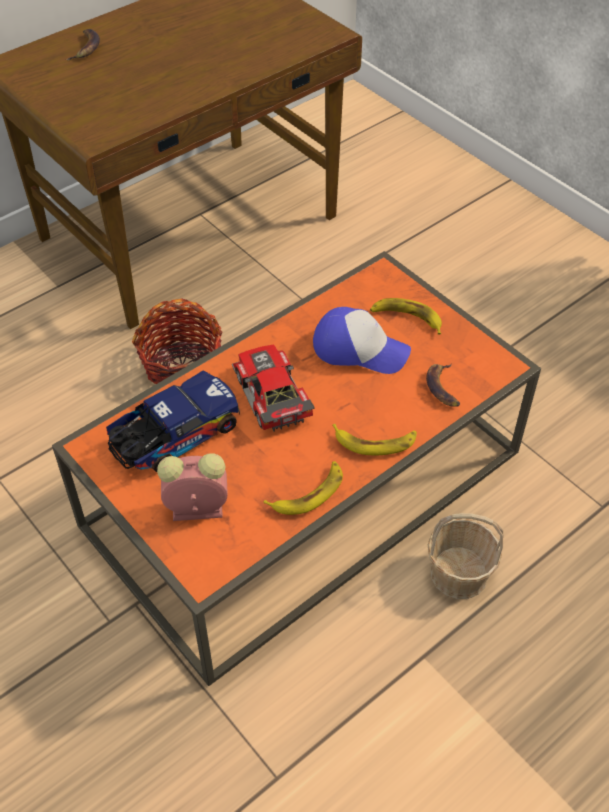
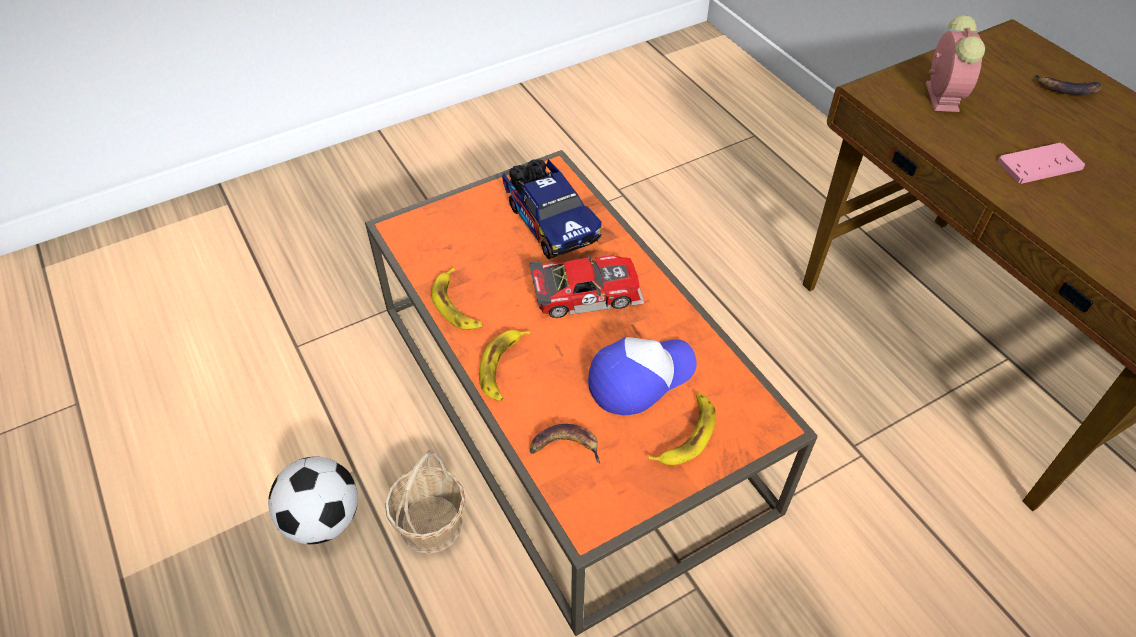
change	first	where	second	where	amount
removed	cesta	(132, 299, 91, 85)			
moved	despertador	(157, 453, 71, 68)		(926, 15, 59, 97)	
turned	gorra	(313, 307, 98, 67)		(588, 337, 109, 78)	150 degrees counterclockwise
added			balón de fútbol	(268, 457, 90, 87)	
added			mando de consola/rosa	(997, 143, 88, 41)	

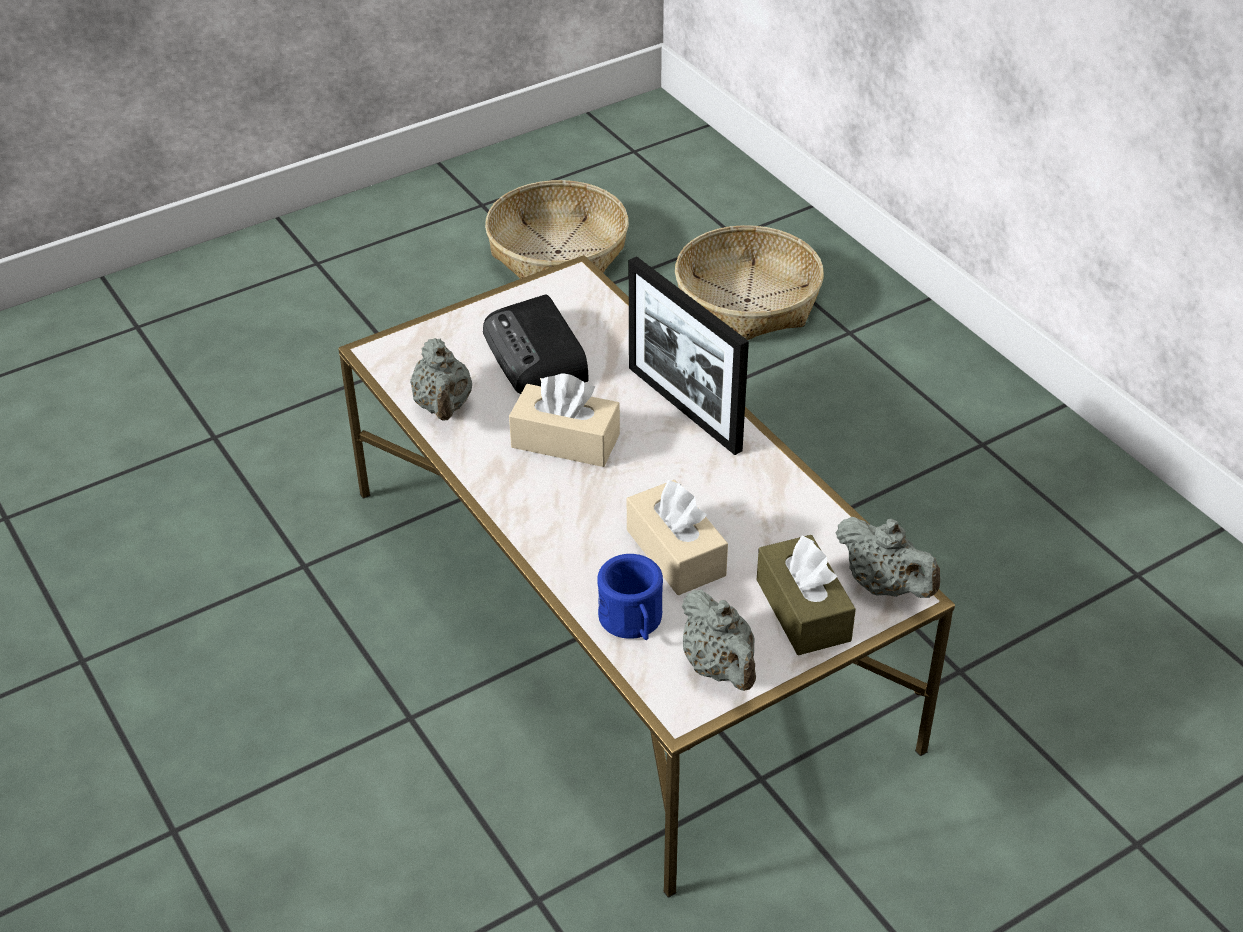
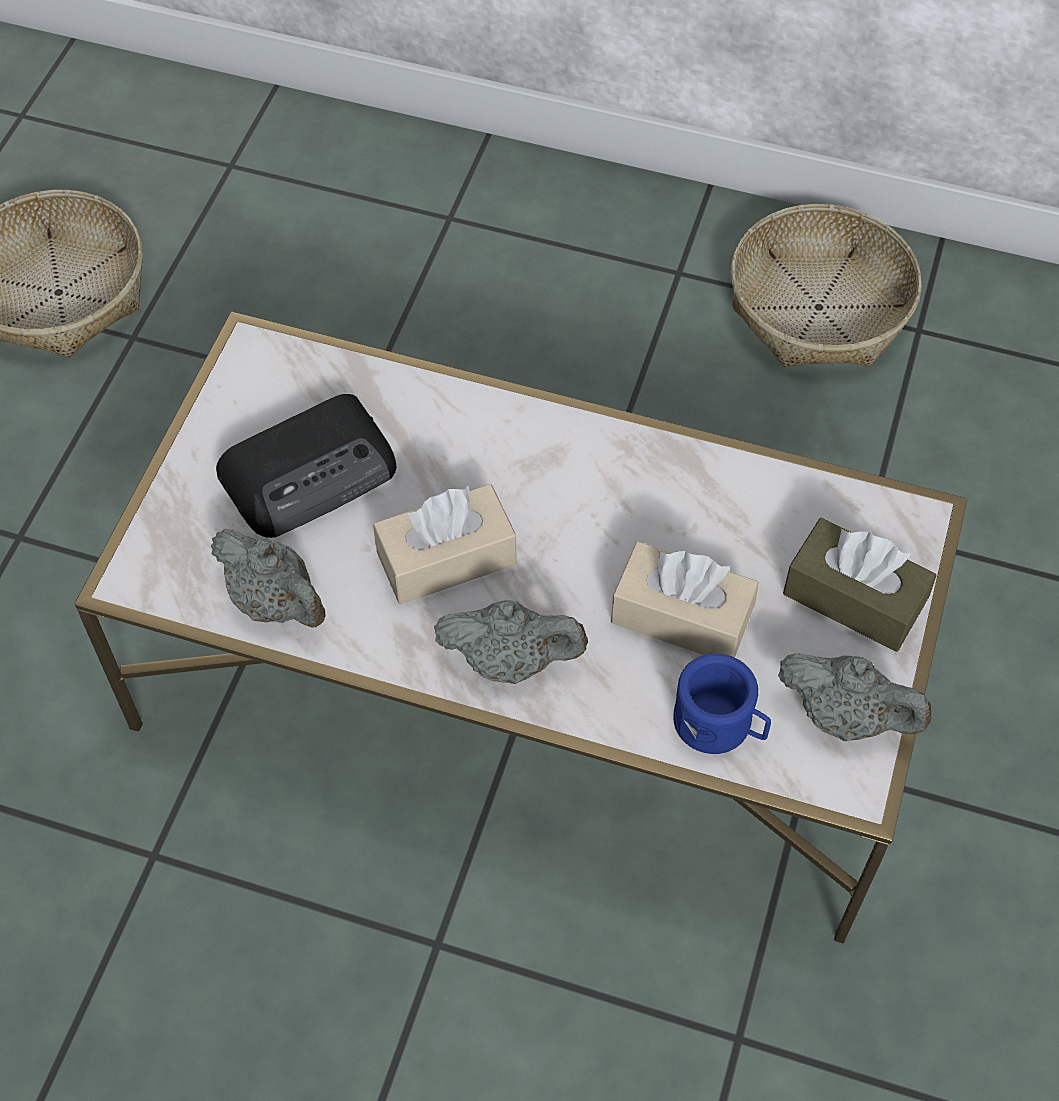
change	first	where	second	where	amount
turned	radio	(483, 294, 106, 100)		(216, 394, 181, 144)	60 degrees counterclockwise
removed	portarretratos	(629, 256, 120, 199)			
moved	cesta	(675, 225, 149, 115)		(731, 204, 191, 163)	
moved	tetera/gris	(835, 517, 105, 81)		(434, 600, 154, 84)	

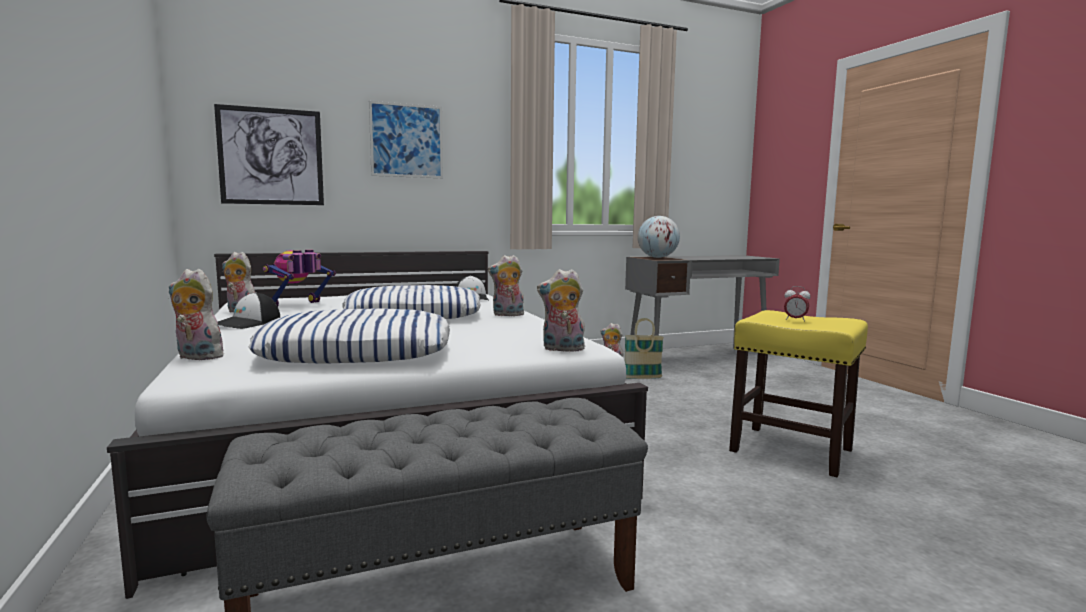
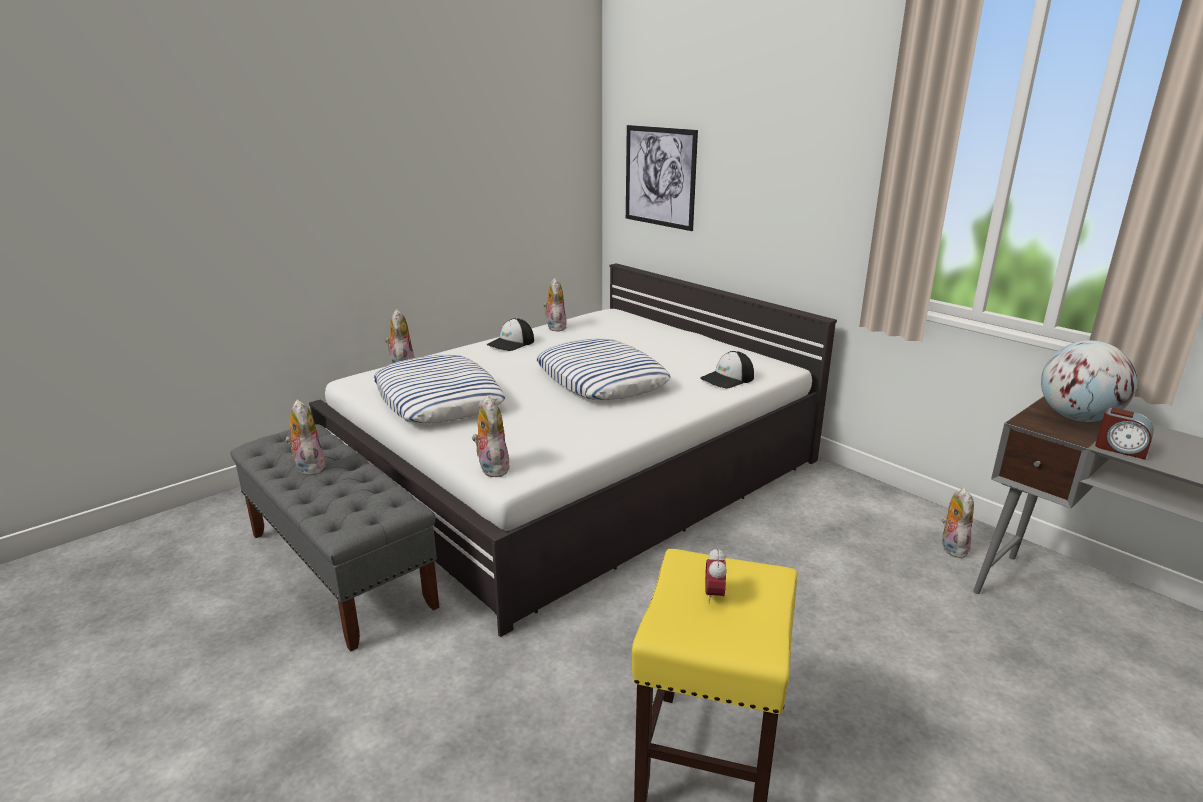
change	first	where	second	where	amount
turned	gorra	(218, 292, 62, 37)		(487, 318, 47, 33)	60 degrees counterclockwise
removed	robot de juguete	(263, 250, 73, 56)			
removed	cuadro	(369, 101, 74, 77)			
moved	peluche	(488, 255, 36, 61)		(285, 399, 41, 76)	
removed	cesta	(625, 318, 39, 61)			
added			despertador	(1095, 407, 59, 53)	

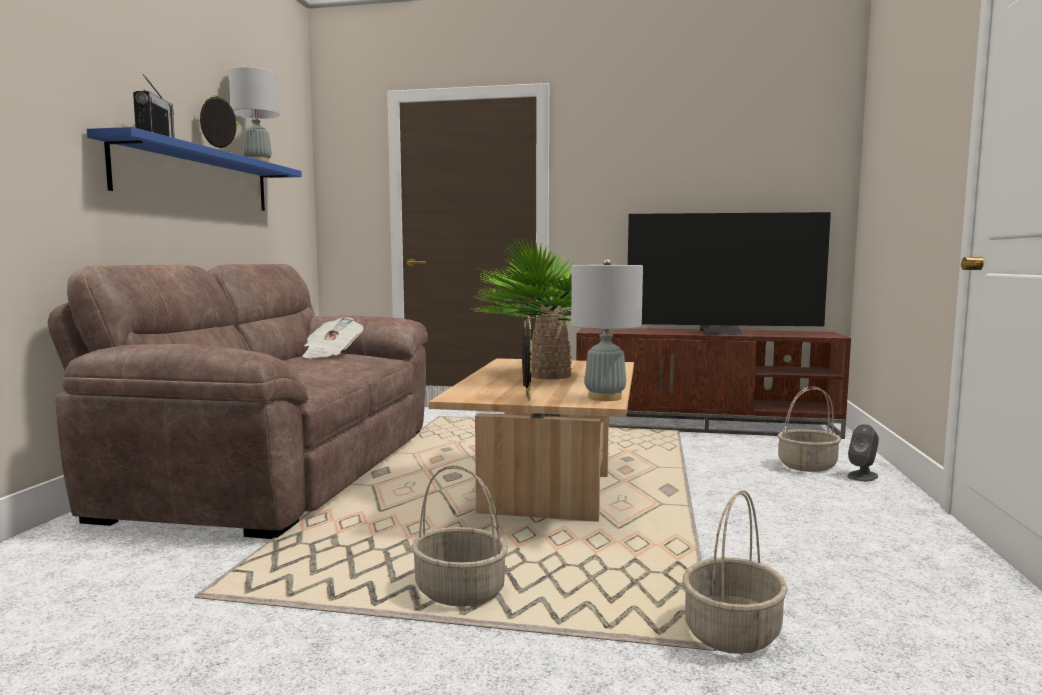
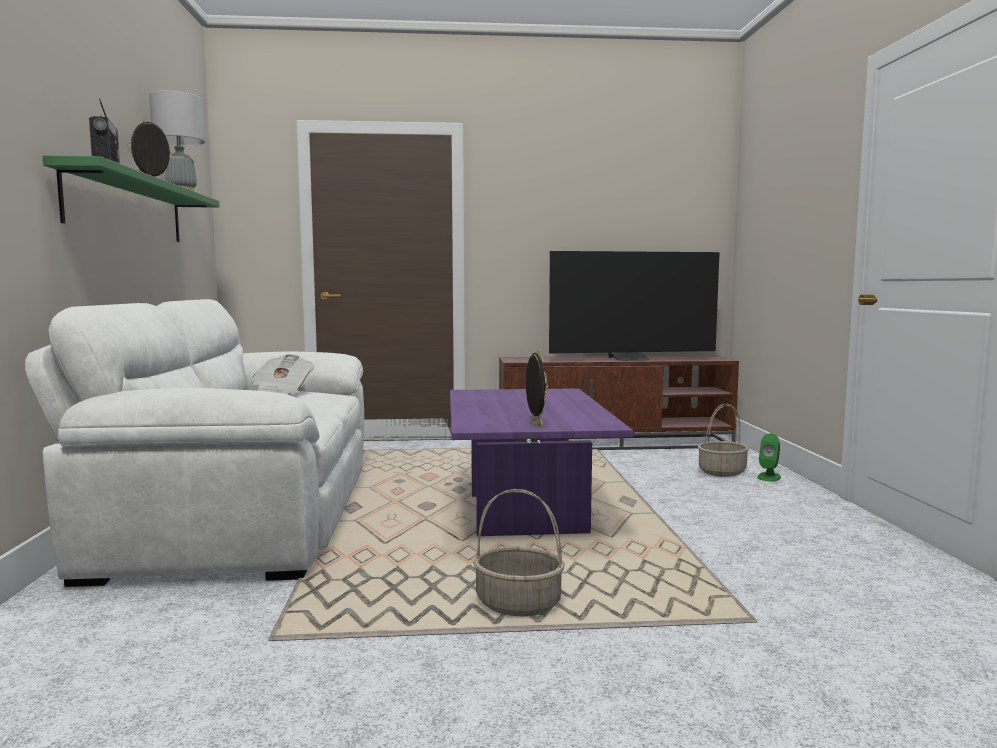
change	first	where	second	where	amount
recoloured	sofá/marrón	(47, 264, 381, 275)	sofá/blanco	(25, 299, 339, 288)	
recoloured	estante/azul	(87, 127, 215, 84)	estante/verde	(43, 155, 176, 87)	
recoloured	mesa de centro/beis	(429, 358, 205, 164)	mesa de centro/morado	(450, 388, 183, 148)	
removed	planta en maceta	(470, 238, 132, 141)			
removed	lámpara de mesa/gris	(571, 259, 72, 142)			
removed	cesta	(683, 490, 105, 164)			
recoloured	altavoz/gris	(847, 424, 32, 58)	altavoz/verde	(758, 433, 23, 49)	

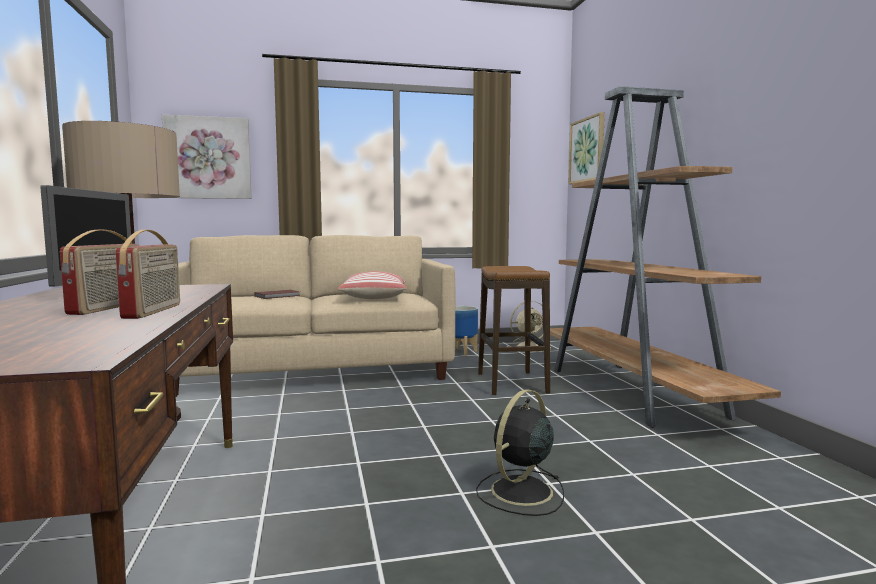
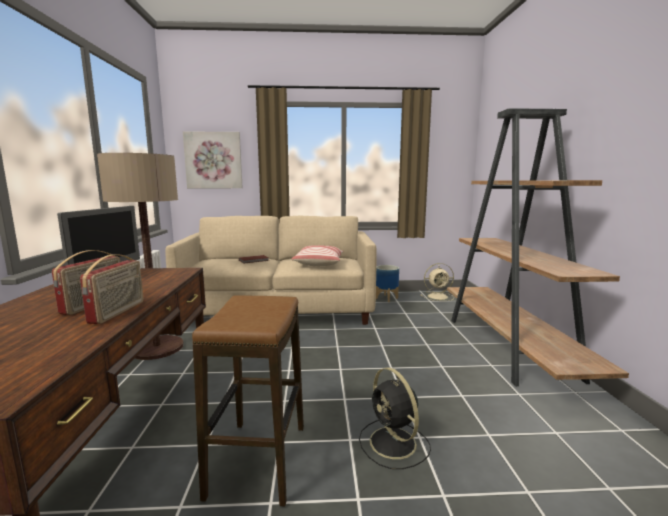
change	first	where	second	where	amount
turned	ventilador/negro	(476, 389, 88, 127)		(359, 367, 72, 102)	75 degrees counterclockwise
moved	taburete	(478, 266, 72, 130)		(192, 296, 112, 210)	
removed	cuadro	(568, 112, 37, 72)			

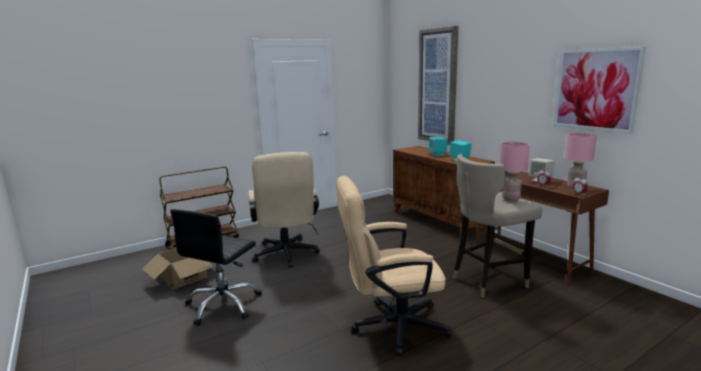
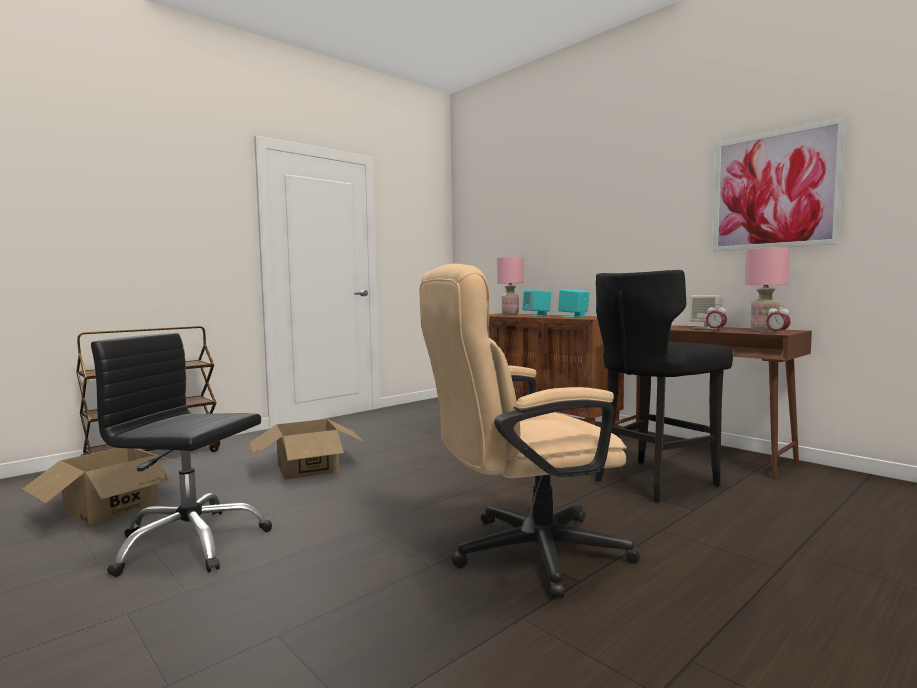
change	first	where	second	where	amount
turned	silla de oficina/negro	(170, 209, 92, 117)		(91, 333, 181, 244)	90 degrees clockwise
replaced	silla de oficina/beis	(248, 152, 72, 116)	caja de cartón	(250, 419, 114, 61)	
removed	cuadro	(418, 26, 40, 119)			
recoloured	taburete/beis	(452, 154, 90, 144)	taburete/negro	(595, 270, 138, 233)	
moved	lámpara de mesa/rosa	(500, 142, 30, 60)		(497, 257, 27, 58)	

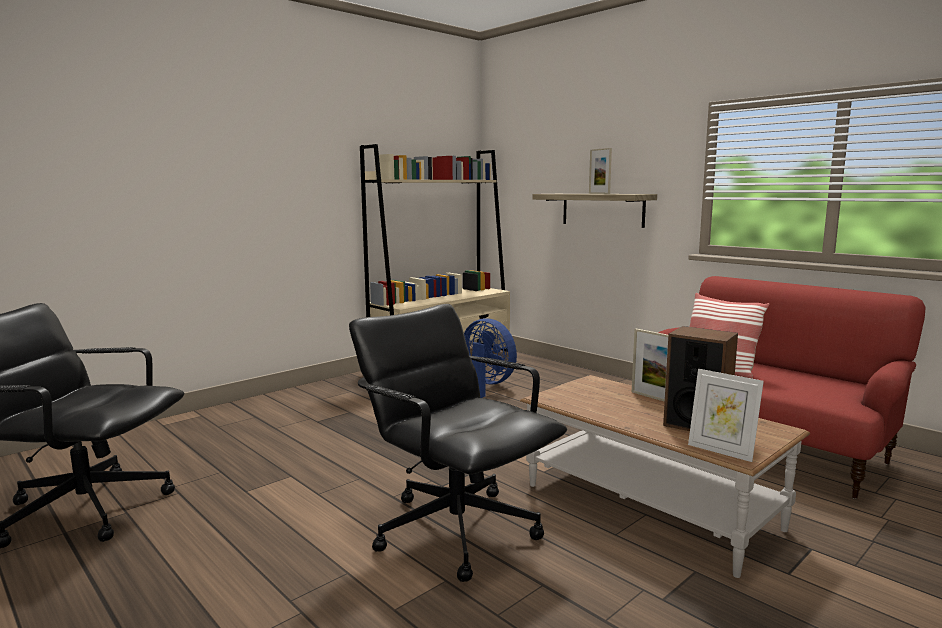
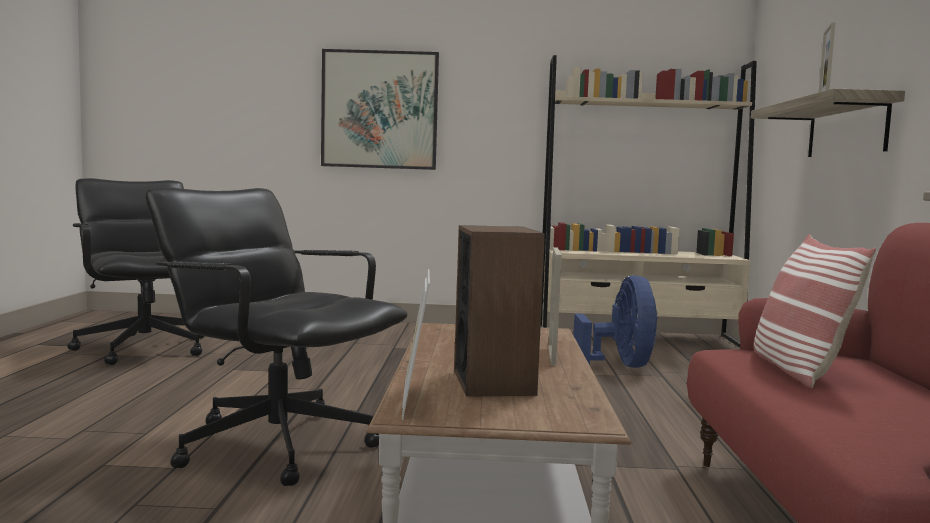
change	first	where	second	where	amount
turned	silla de oficina/negro	(349, 304, 218, 278)		(145, 187, 263, 299)	60 degrees counterclockwise
added			cuadro	(321, 49, 118, 121)	

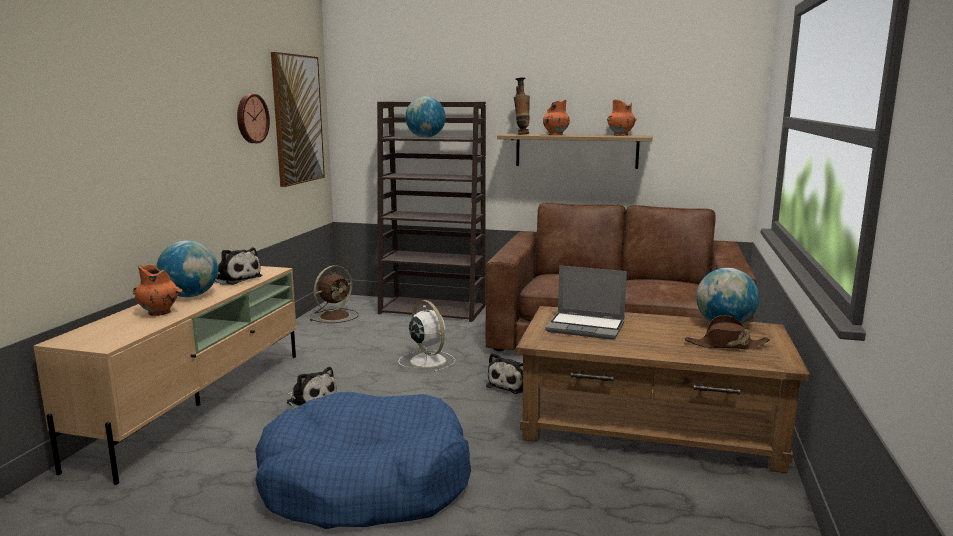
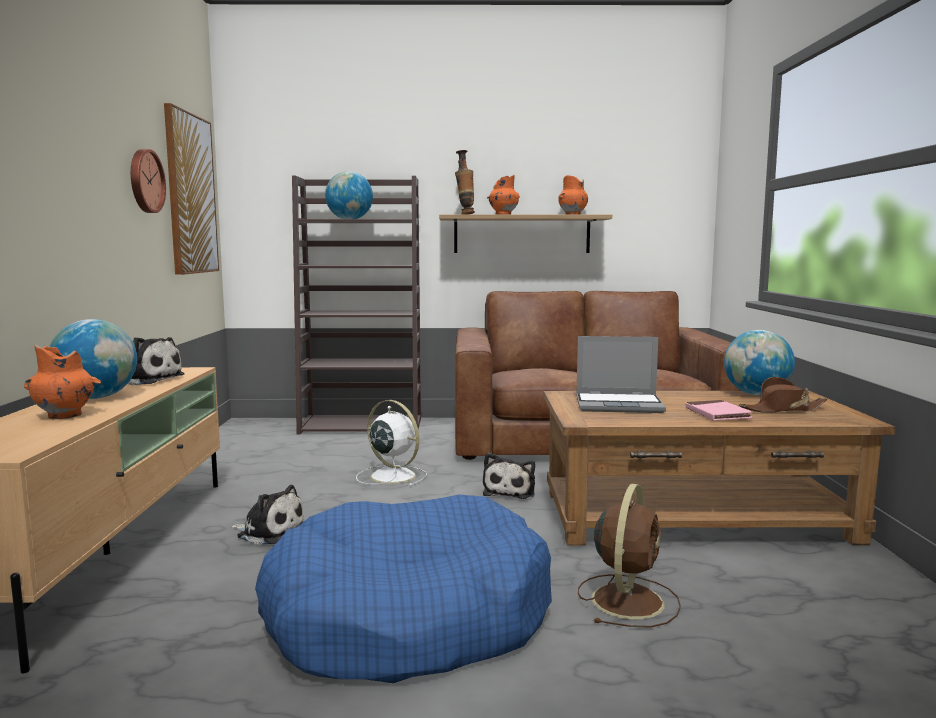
change	first	where	second	where	amount
moved	ventilador/marrón	(310, 265, 49, 58)		(578, 484, 103, 144)	
added			libro/rosa	(686, 400, 67, 21)	

